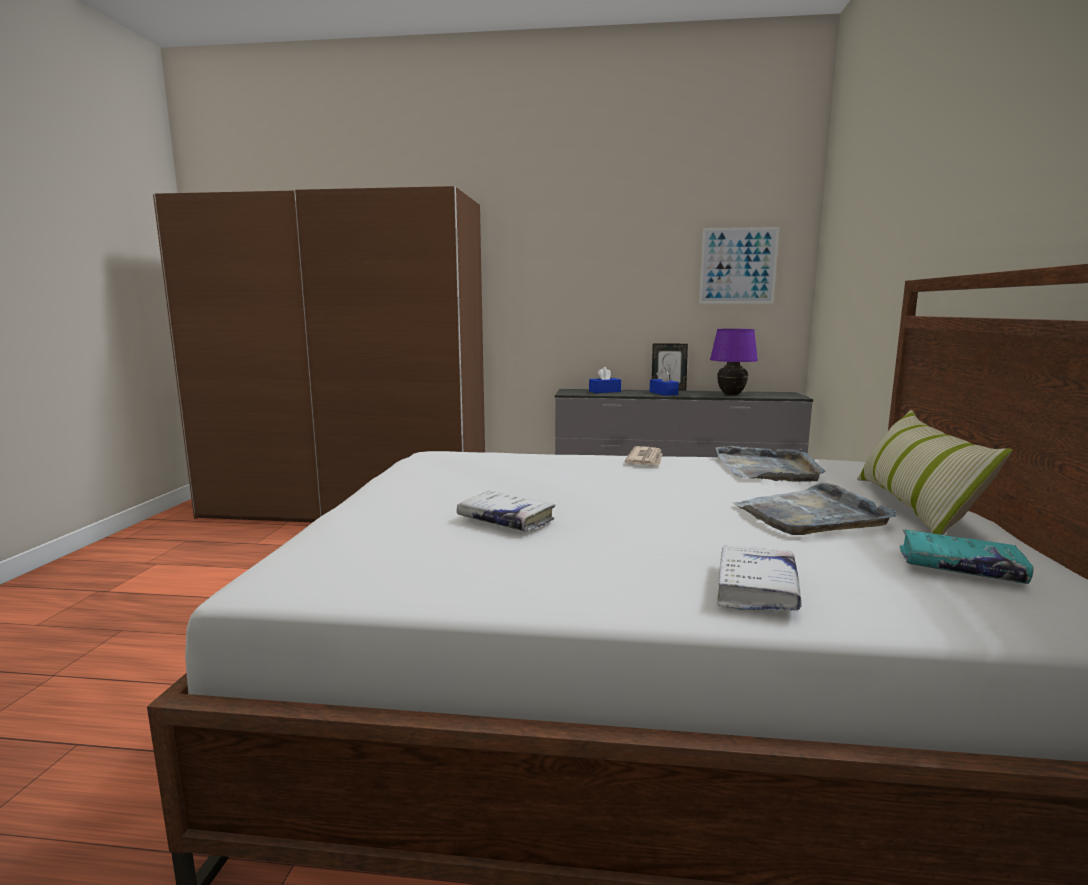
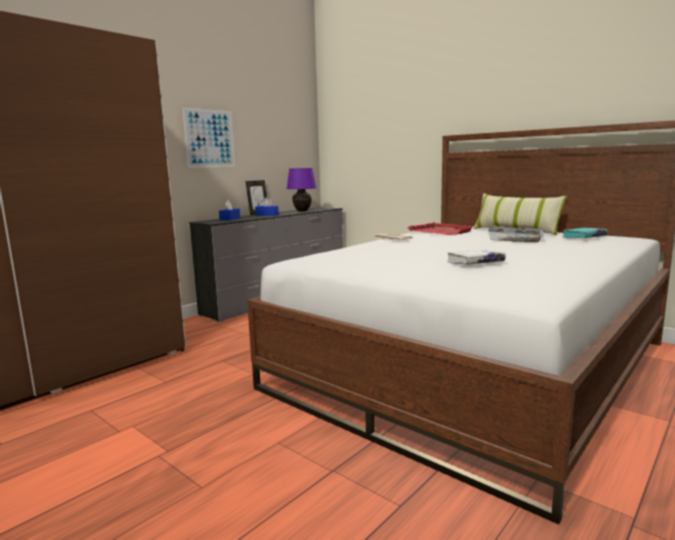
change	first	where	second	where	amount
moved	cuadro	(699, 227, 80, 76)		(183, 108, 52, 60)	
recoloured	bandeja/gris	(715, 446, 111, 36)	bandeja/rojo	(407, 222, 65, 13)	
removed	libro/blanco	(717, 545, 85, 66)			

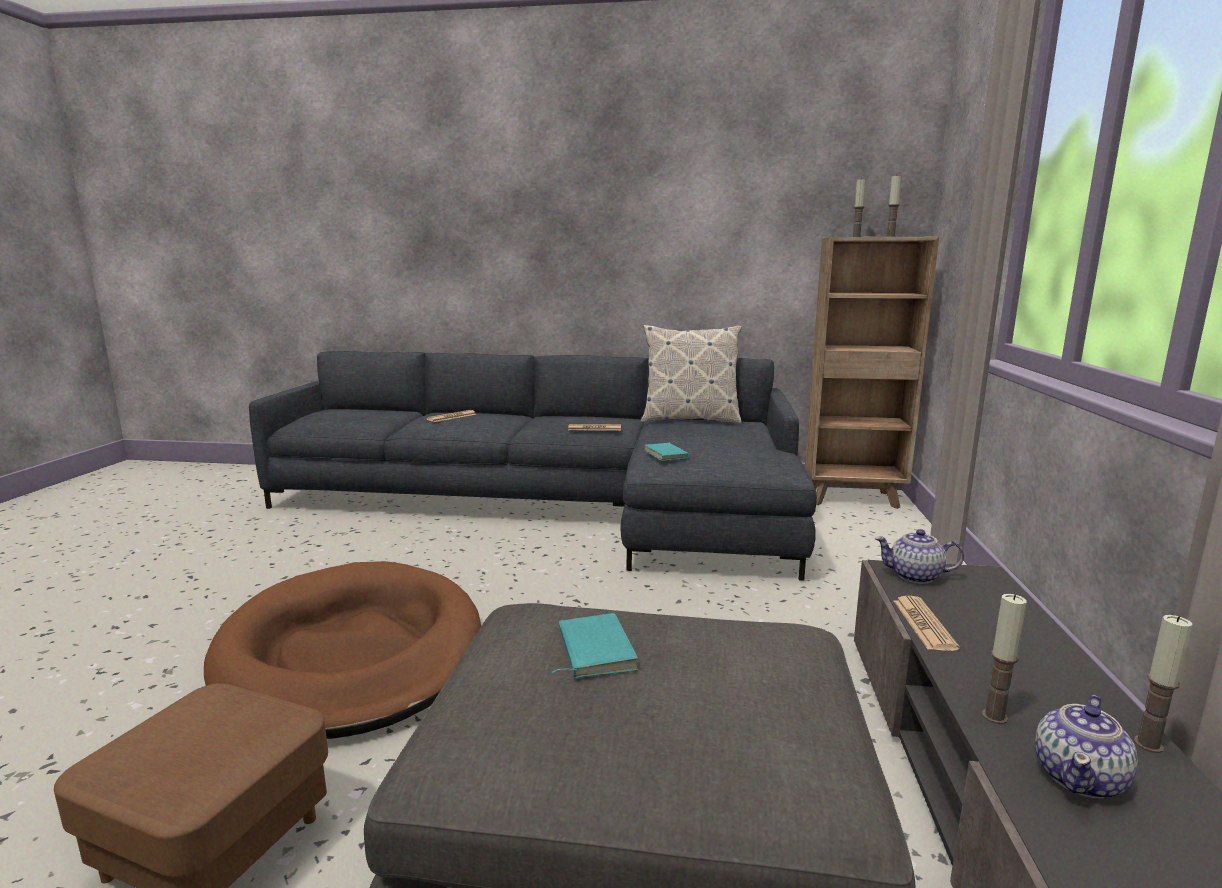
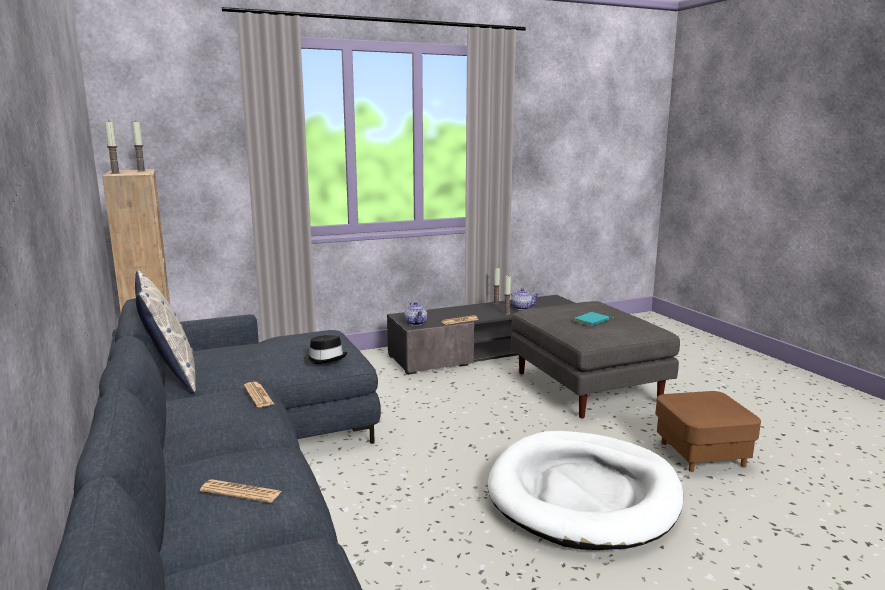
change	first	where	second	where	amount
recoloured	cama para perro/marrón	(204, 561, 277, 178)	cama para perro/blanco	(488, 431, 195, 119)	
replaced	libro/turquesa	(644, 442, 45, 19)	sombrero/negro	(304, 335, 43, 29)	

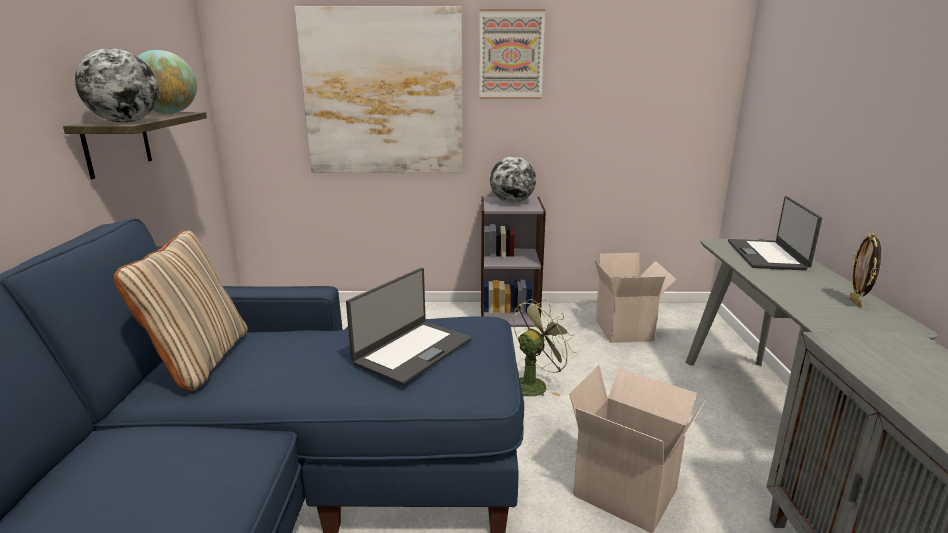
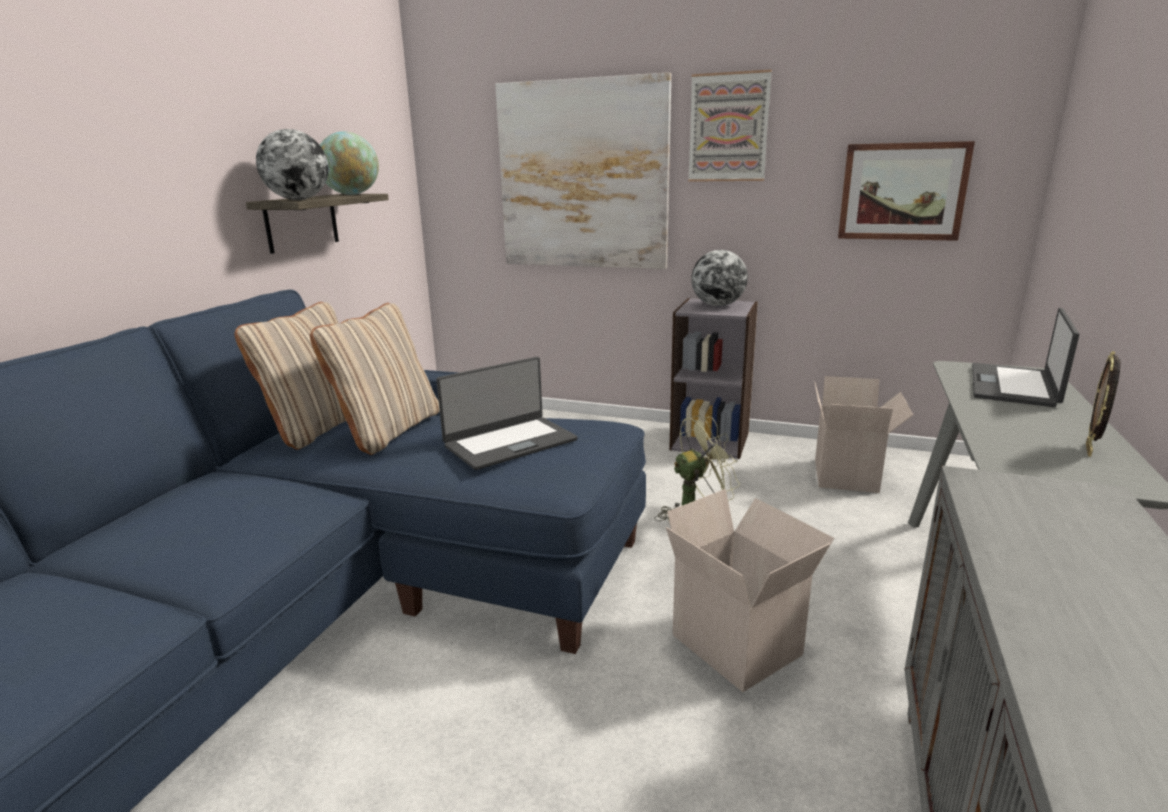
change	first	where	second	where	amount
added			cojín/beis	(310, 303, 130, 152)	
added			cuadro	(838, 141, 137, 100)	

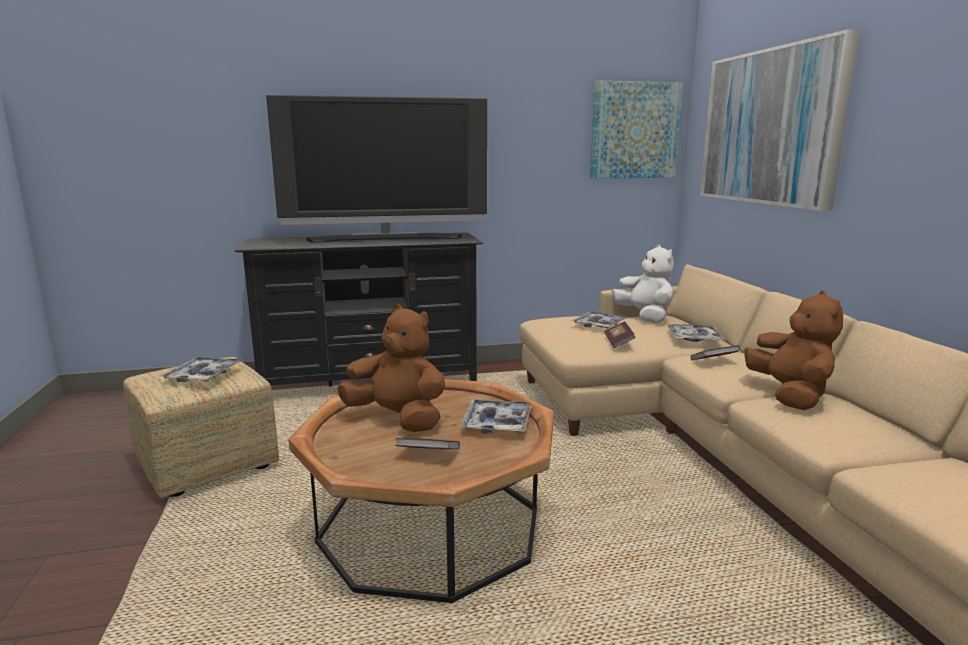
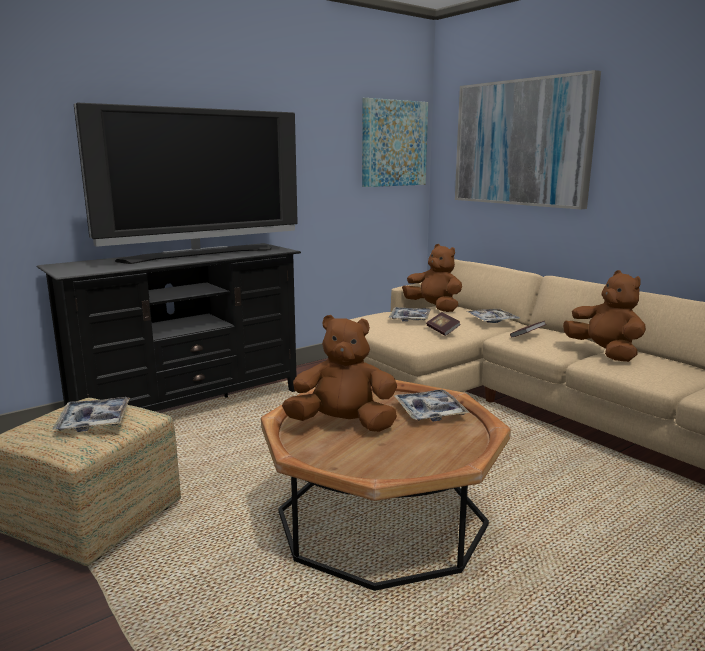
change	first	where	second	where	amount
removed	libro	(395, 438, 65, 12)			
recoloured	peluche/blanco	(612, 245, 62, 78)	peluche/marrón	(402, 244, 60, 68)	

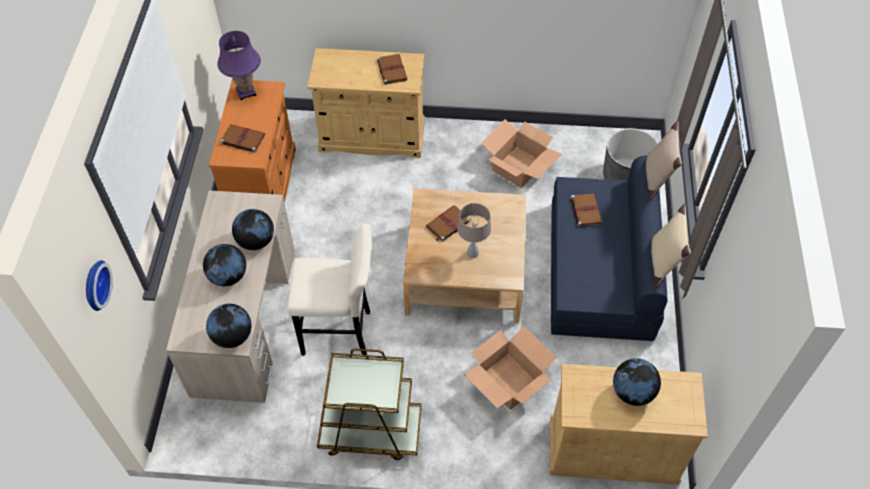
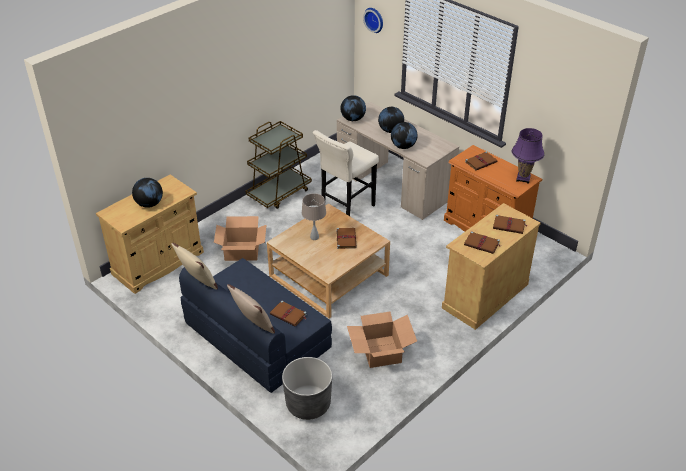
change	first	where	second	where	amount
added			libro/marrón	(493, 215, 34, 19)	

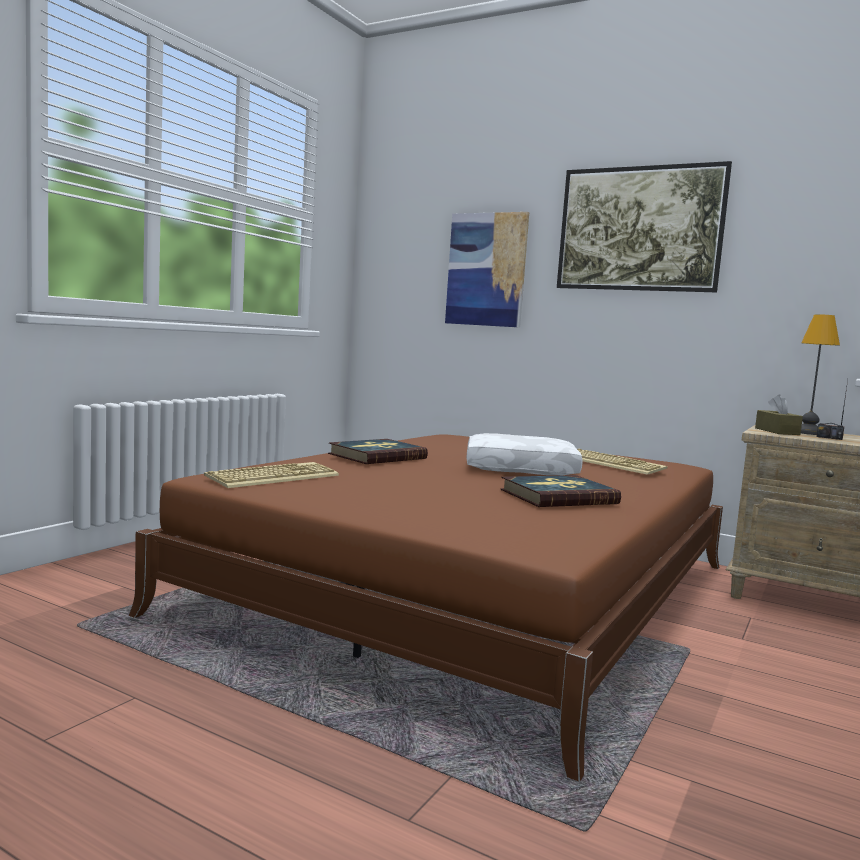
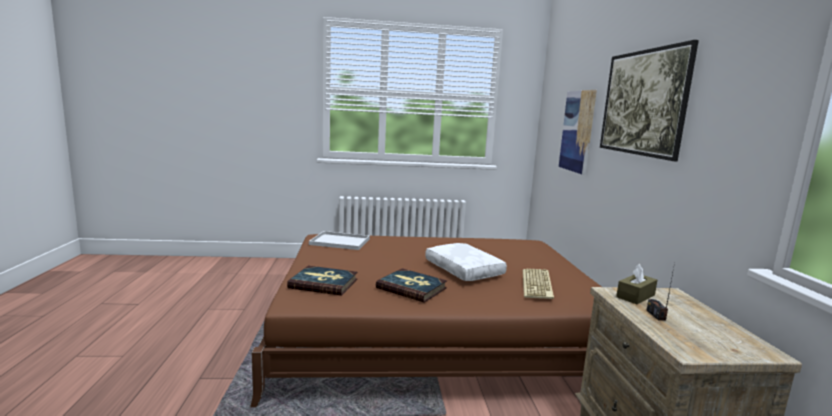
change	first	where	second	where	amount
replaced	teclado	(204, 462, 135, 26)	bandeja/blanco	(309, 231, 61, 19)	
moved	libro	(328, 439, 100, 25)		(287, 266, 70, 30)	
removed	lámpara de mesa	(801, 314, 39, 121)			

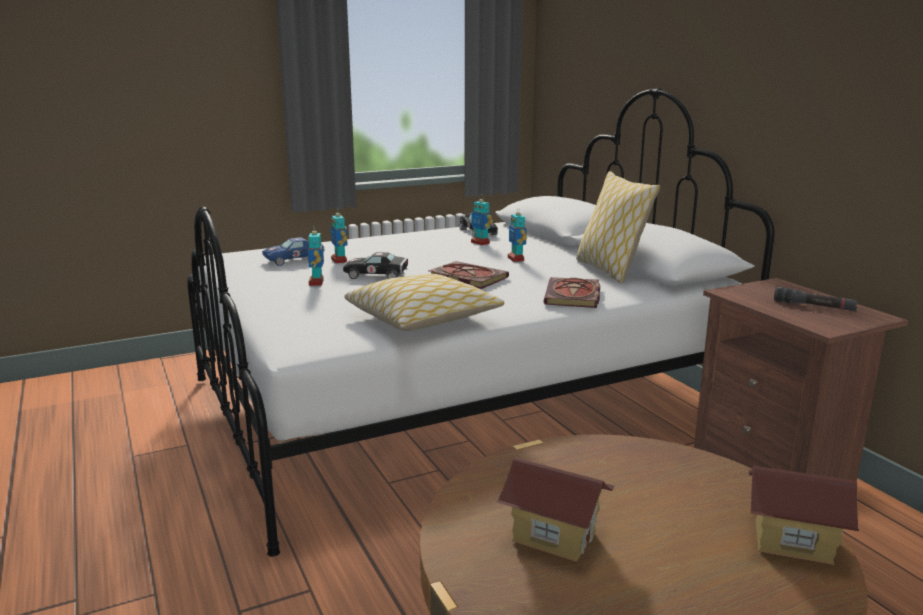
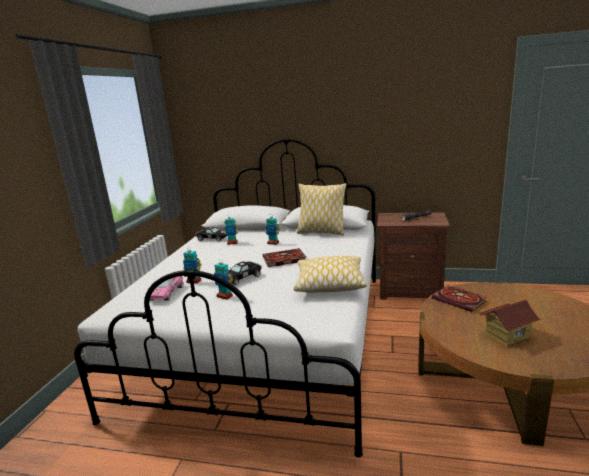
change	first	where	second	where	amount
recoloured	coche de juguete/azul	(262, 237, 62, 29)	coche de juguete/rosa	(150, 276, 34, 25)	
moved	libro	(544, 277, 56, 31)		(432, 285, 55, 27)	
removed	casita	(748, 466, 111, 99)			

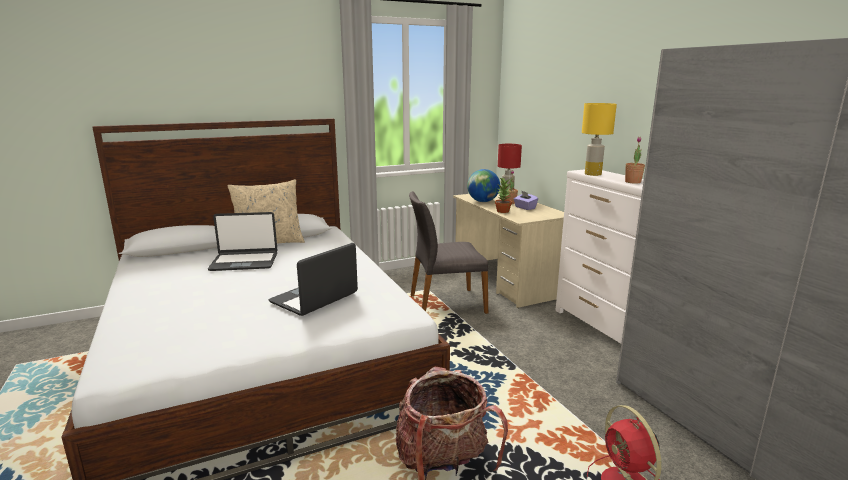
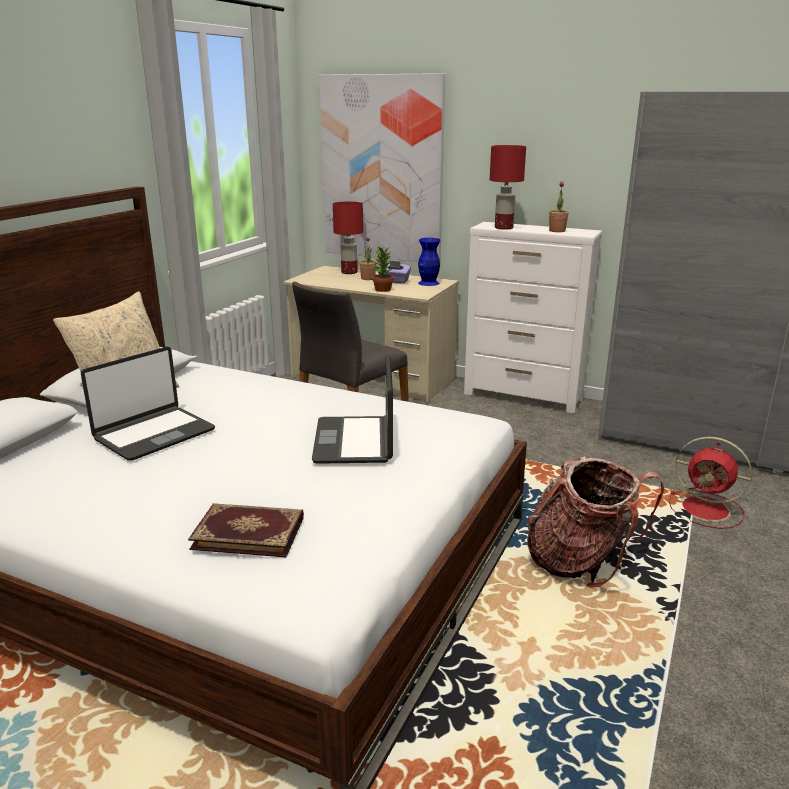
change	first	where	second	where	amount
removed	globo terráqueo	(467, 169, 33, 33)			
recoloured	lámpara de mesa/amarillo	(582, 103, 35, 73)	lámpara de mesa/rojo	(490, 145, 36, 85)	
added			libro	(188, 503, 116, 54)	
added			cuadro	(319, 73, 126, 190)	
added			florero/azul	(418, 238, 23, 48)	

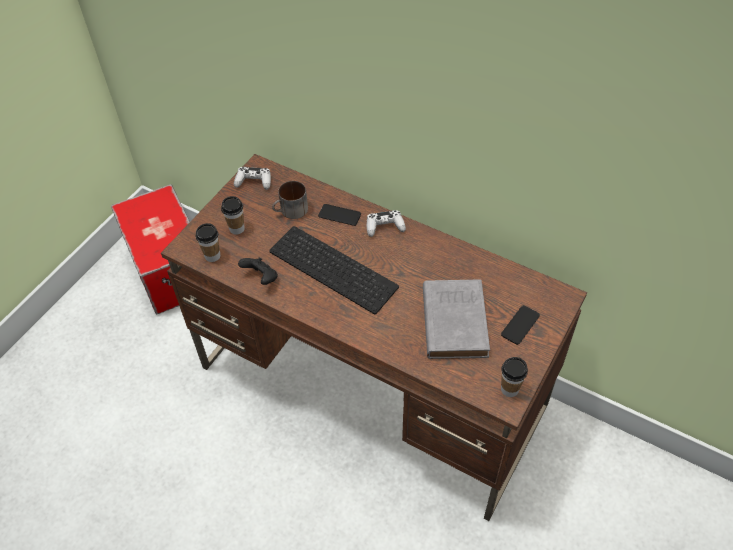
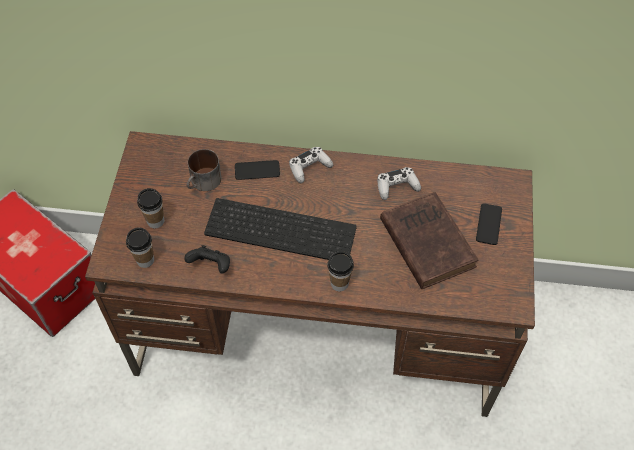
change	first	where	second	where	amount
moved	mando de consola/blanco	(234, 167, 37, 23)		(377, 167, 44, 33)	
recoloured	libro/gris	(423, 279, 67, 80)	libro/marrón	(380, 192, 99, 97)	
moved	taza	(501, 357, 27, 40)		(327, 251, 27, 40)	

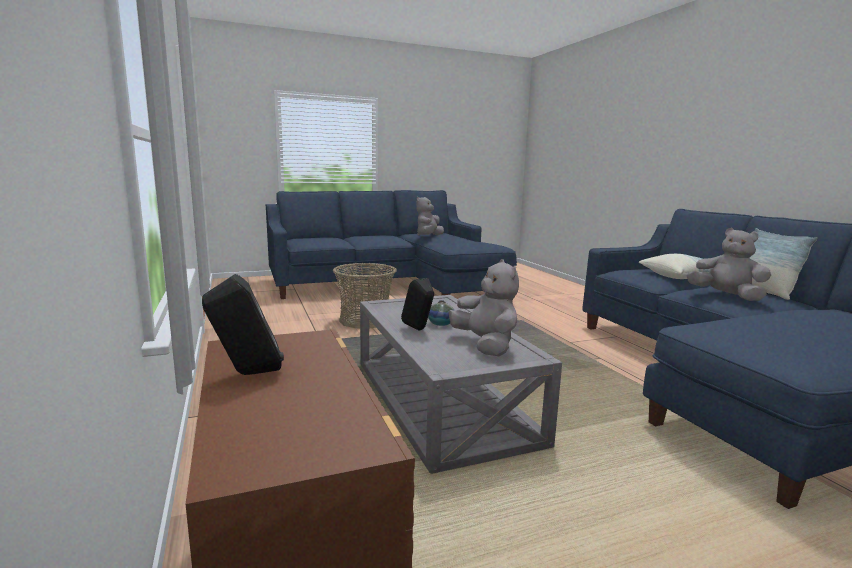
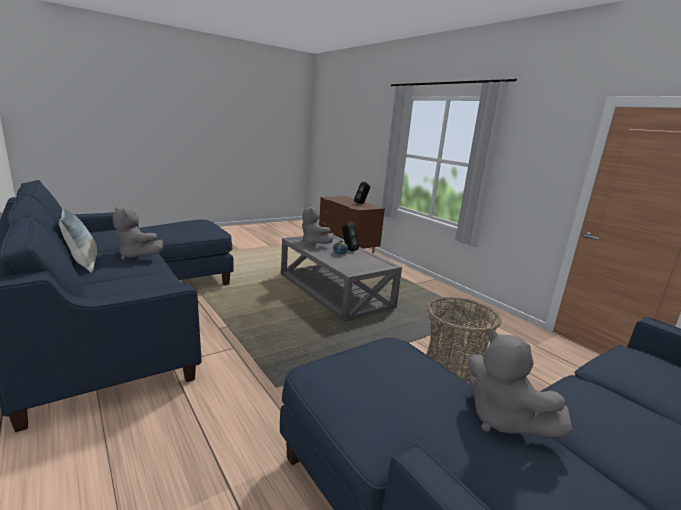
change	first	where	second	where	amount
turned	peluche/gris	(416, 197, 28, 39)		(468, 329, 105, 109)	135 degrees clockwise
removed	cojín	(639, 254, 74, 25)			

